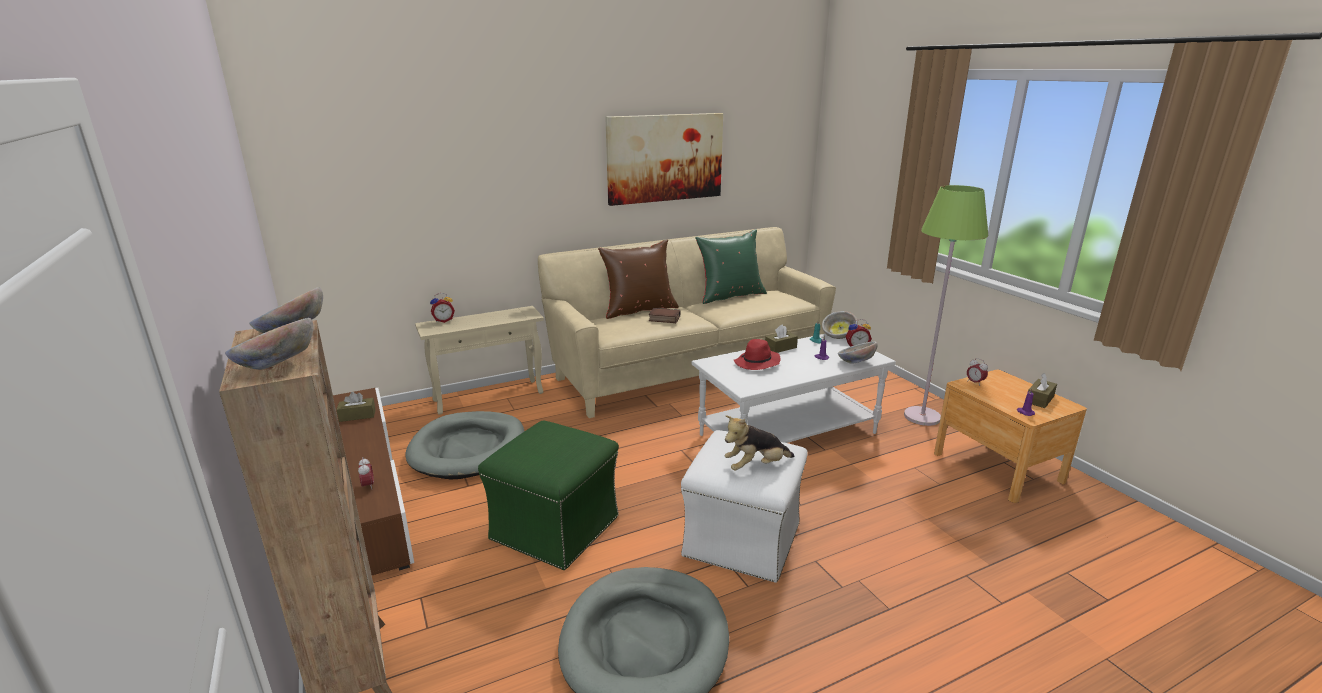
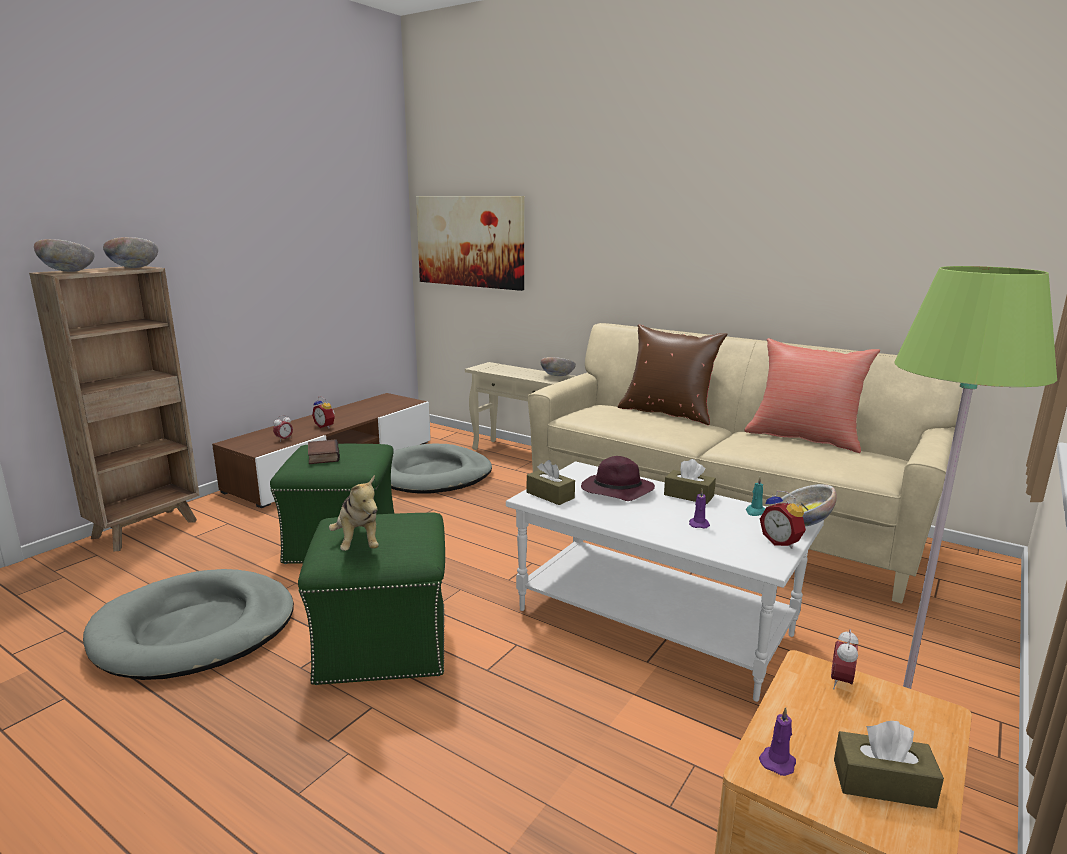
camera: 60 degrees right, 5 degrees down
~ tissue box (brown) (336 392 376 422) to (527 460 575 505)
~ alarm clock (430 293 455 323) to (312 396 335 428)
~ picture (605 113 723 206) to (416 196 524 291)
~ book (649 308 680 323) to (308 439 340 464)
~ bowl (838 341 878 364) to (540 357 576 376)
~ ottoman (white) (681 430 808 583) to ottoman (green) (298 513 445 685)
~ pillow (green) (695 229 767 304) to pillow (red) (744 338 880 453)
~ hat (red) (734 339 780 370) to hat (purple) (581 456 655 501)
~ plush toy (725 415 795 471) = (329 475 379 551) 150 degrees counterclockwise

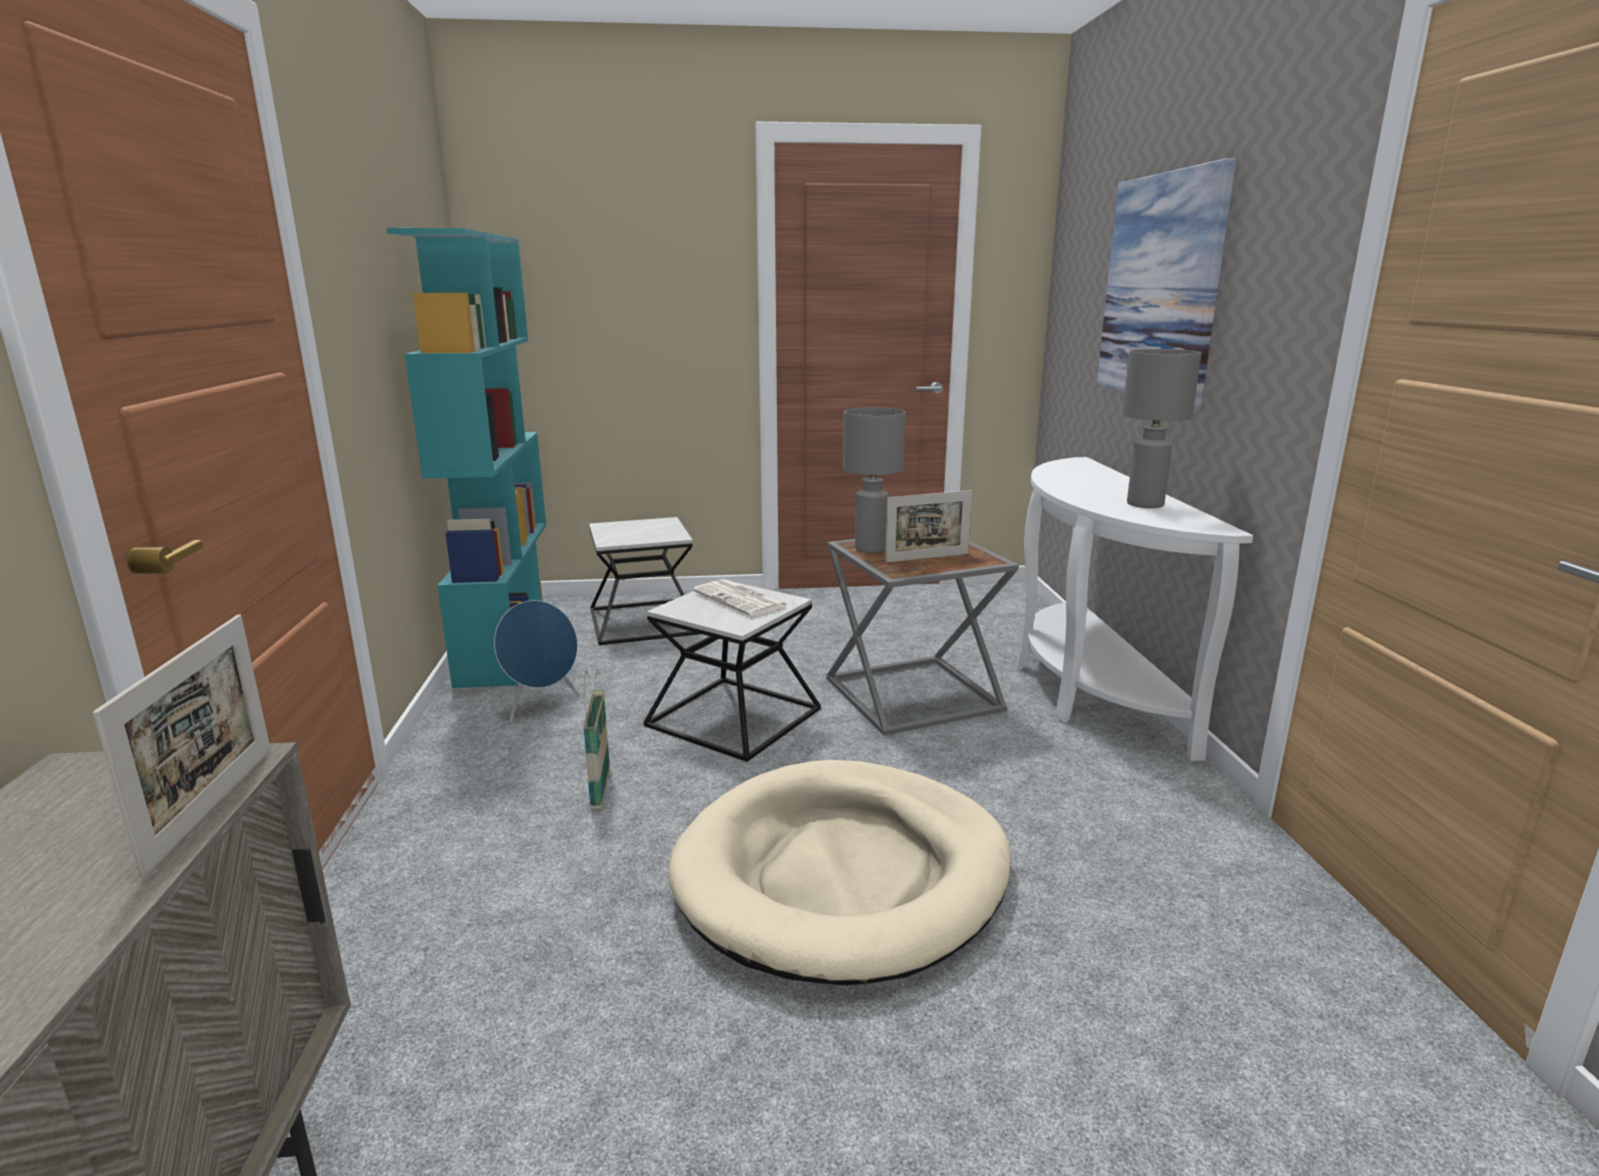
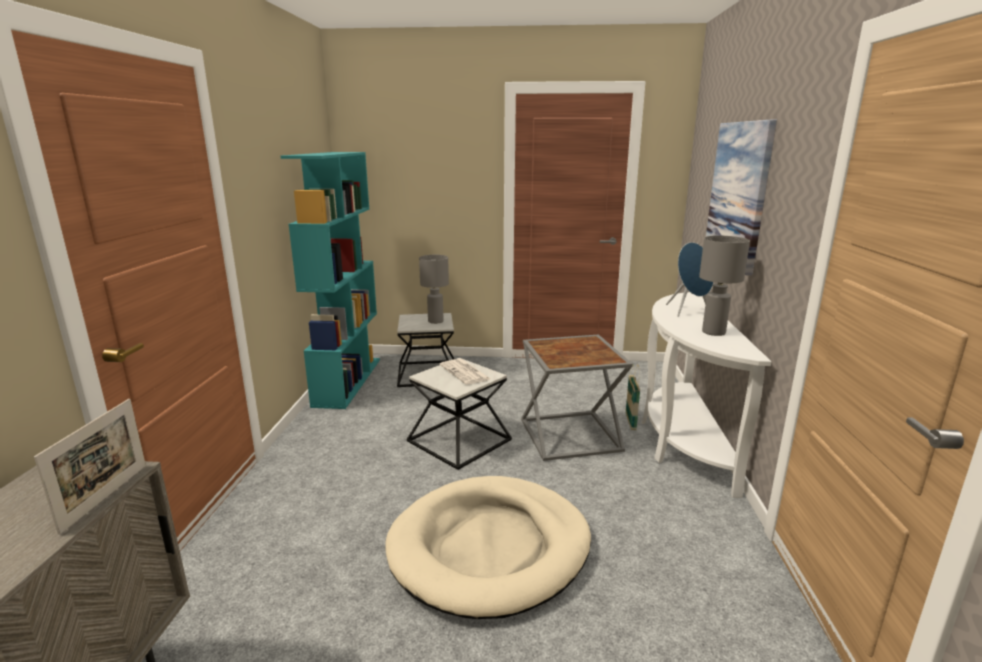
camera: 10 degrees right, 0 degrees up
- picture frame (885 490 972 563)
~ speaker (blue) (494 600 580 722) to (666 242 713 317)
~ basket (583 670 610 811) to (626 364 640 430)
~ table lamp (grey) (843 407 906 553) to (419 255 449 324)

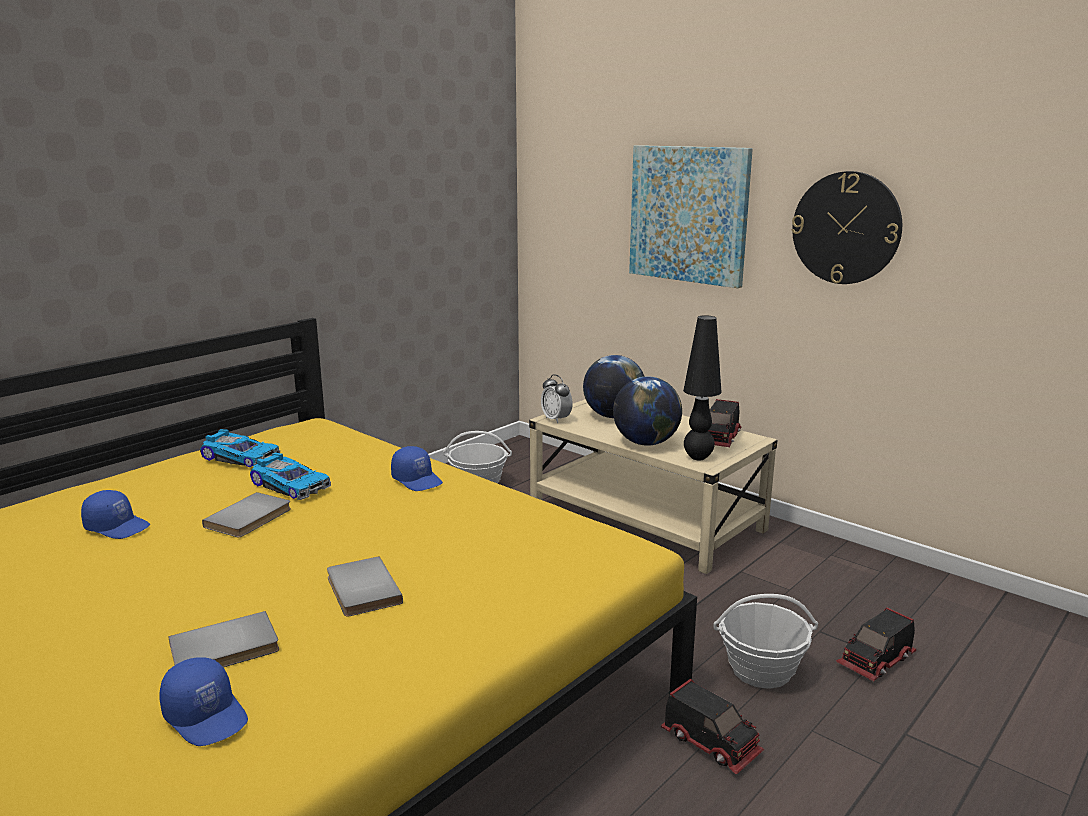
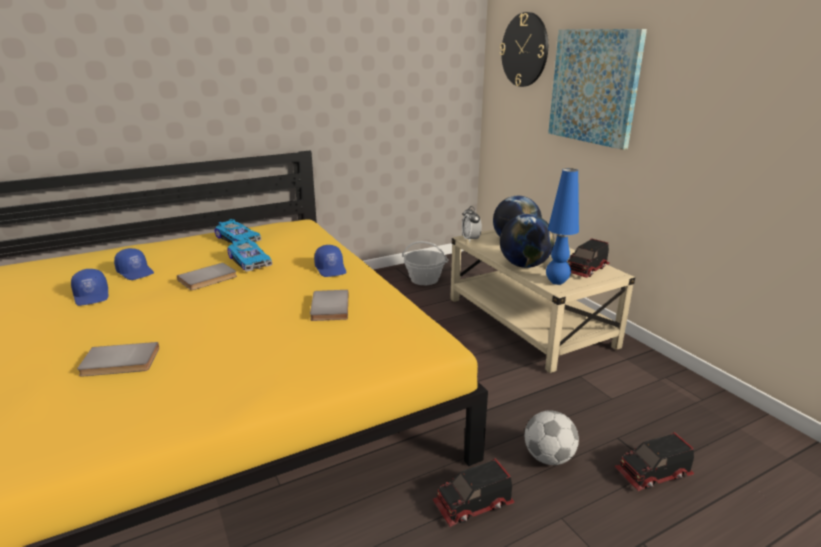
camera: 20 degrees right, 5 degrees up
~ cap (blue) (159 657 248 746) to (71 269 109 306)
~ book (grey) (327 556 403 617) to (310 290 348 321)
~ wall clock (792 171 902 284) to (500 12 548 87)
~ basket (714 594 818 689) to football (525 410 579 465)
~ table lamp (black) (683 315 722 460) to table lamp (blue) (546 168 579 285)
~ toy truck (661 679 764 774) = (433 458 514 527) 90 degrees clockwise

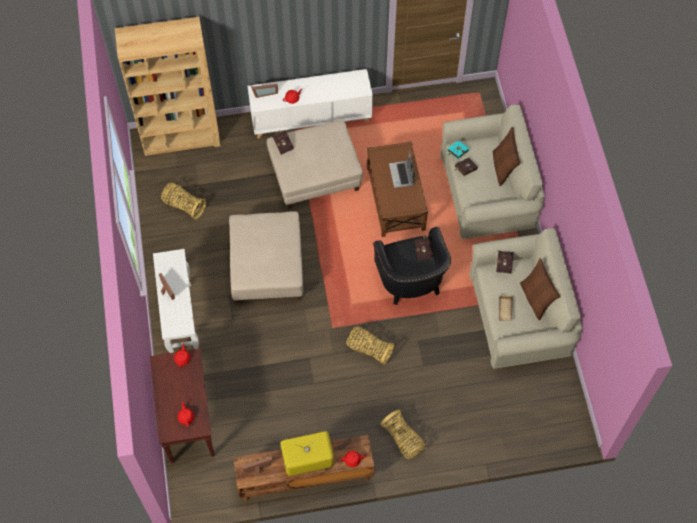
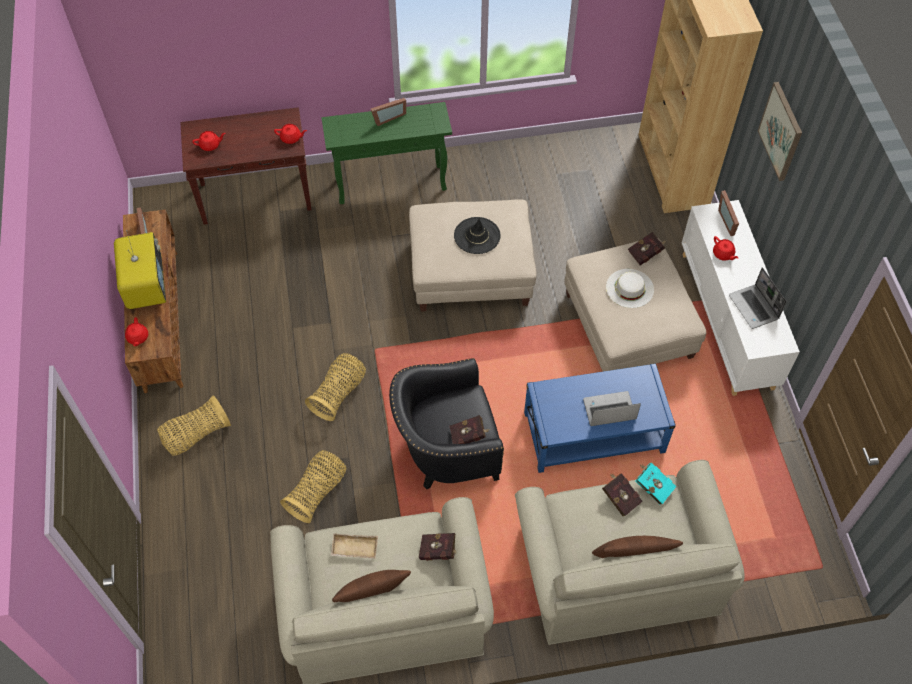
camera: 90 degrees right, 5 degrees down
+ hat (black) (454 217 500 254)
+ hat (white) (606 269 654 308)
+ laptop (729 267 786 329)
+ picture (758 82 802 181)
~ basket (161 183 206 220) to (280 450 346 523)
~ console table (white) (153 249 199 353) to console table (green) (321 102 452 204)
~ coffee table (brown) (367 142 428 237) to coffee table (blue) (524 363 676 473)

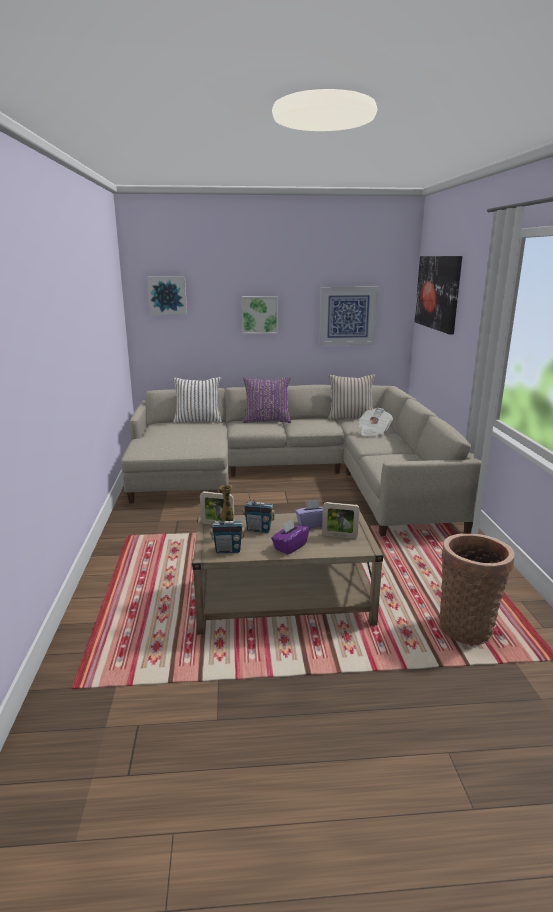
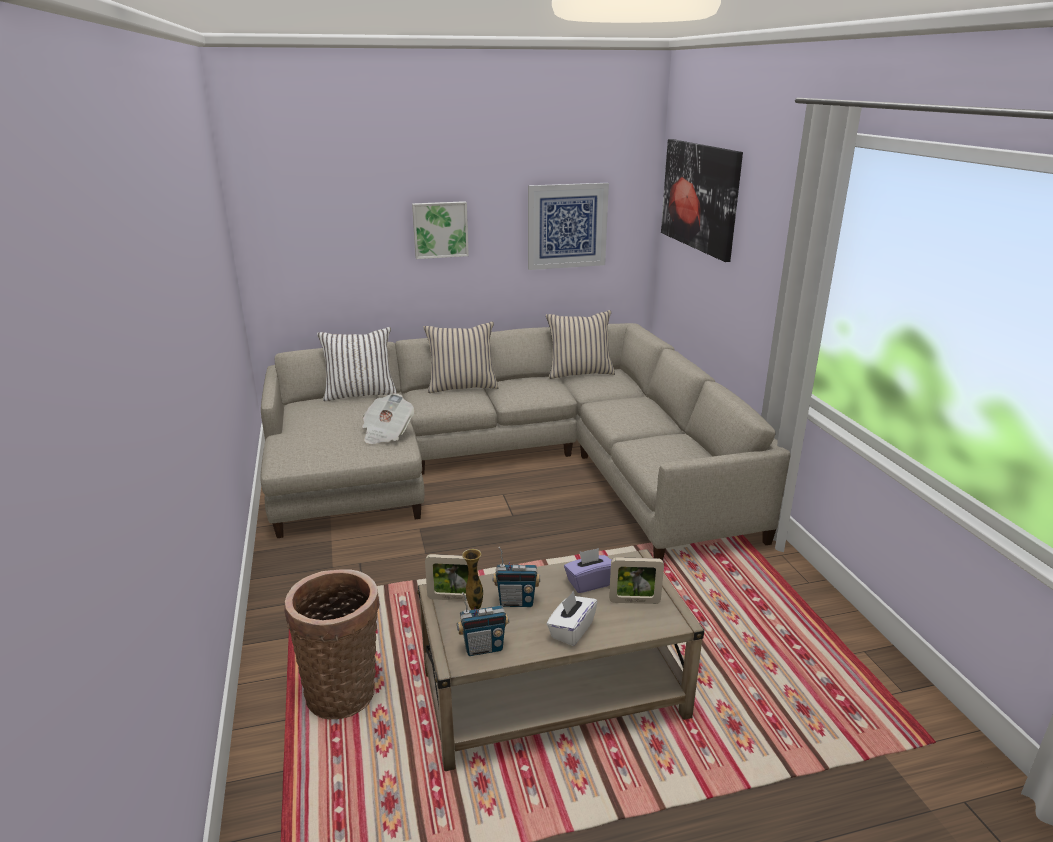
camera: 10 degrees left, 5 degrees up
- picture (147 276 187 315)
~ newspaper (359 408 393 436) to (362 394 415 444)
~ basket (439 534 515 645) to (284 569 380 719)
~ pillow (purple) (243 377 291 423) to pillow (beige) (423 322 498 393)
~ tissue box (purple) (271 519 309 554) to tissue box (white) (547 591 597 646)

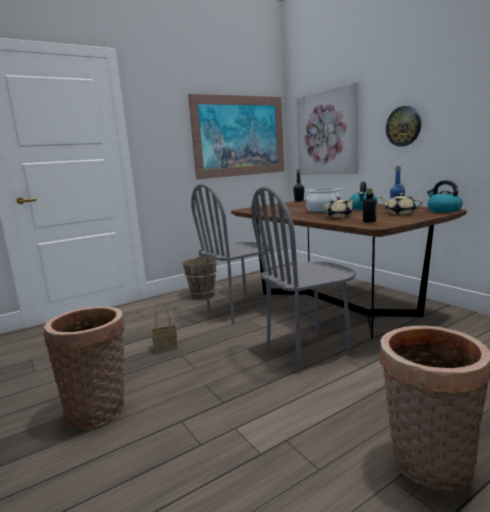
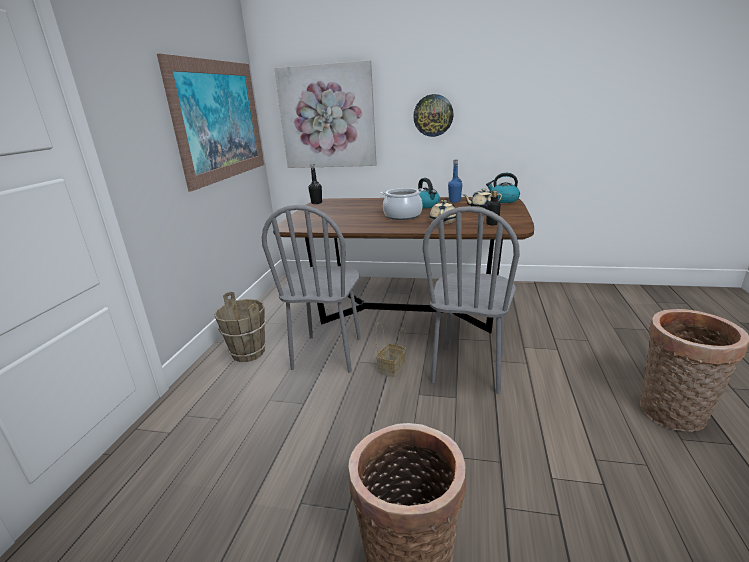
camera: 45 degrees left, 10 degrees up
~ basket (151 301 178 353) to (376 322 406 377)

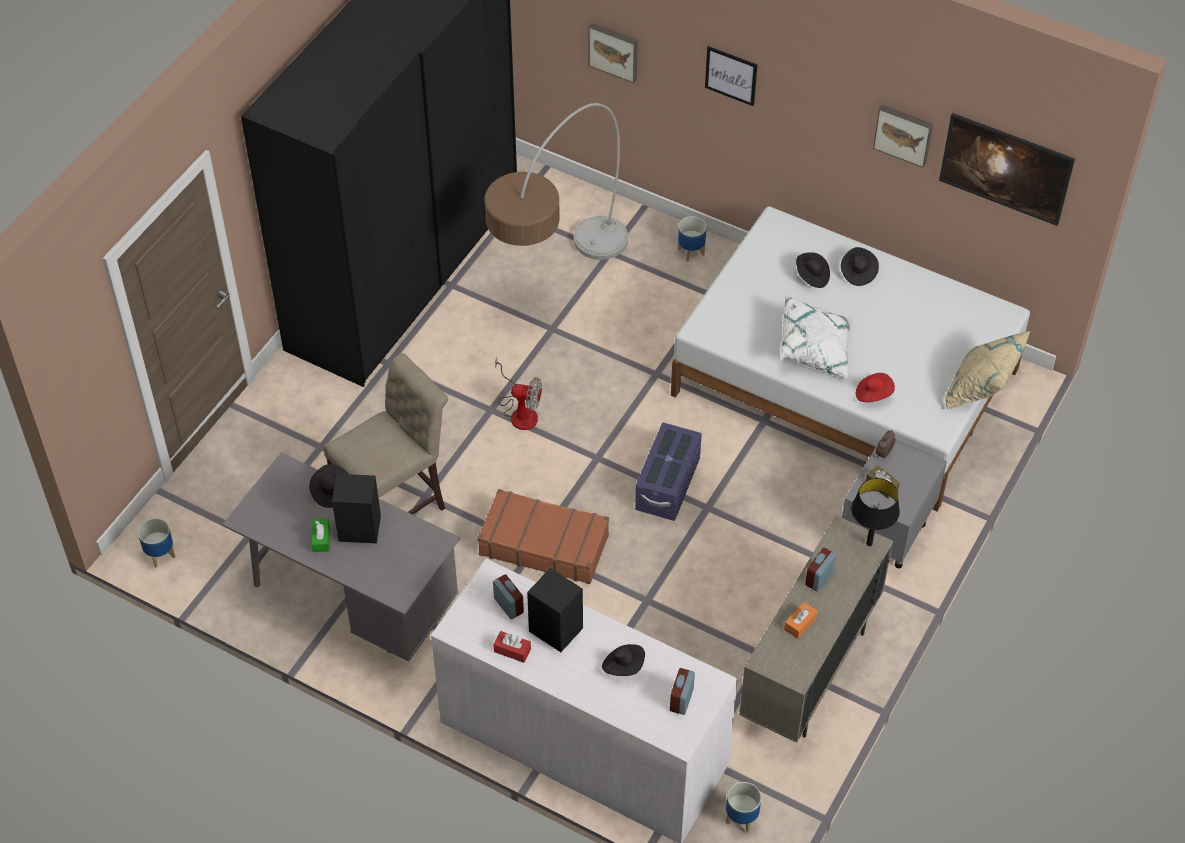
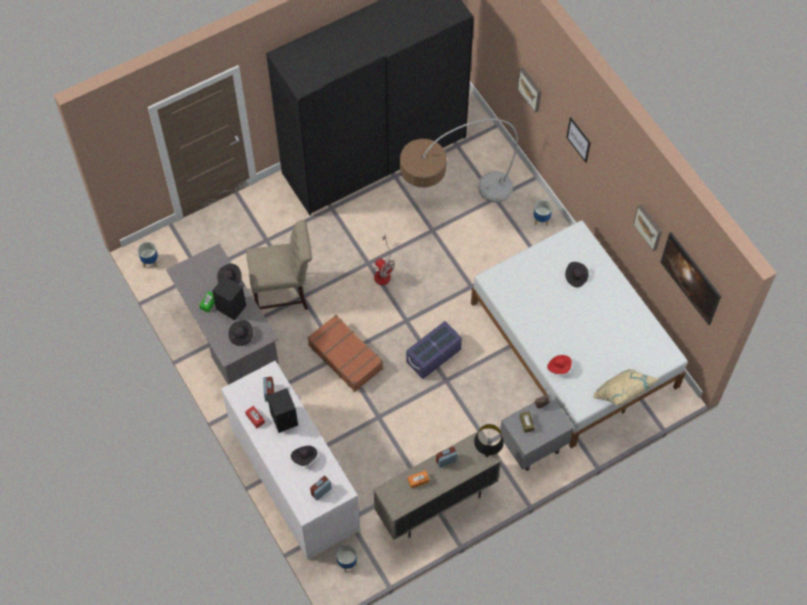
camera: 30 degrees right, 10 degrees up
- pillow (white) (780 294 853 381)
~ hat (black) (841 247 879 286) to (229 320 253 346)

